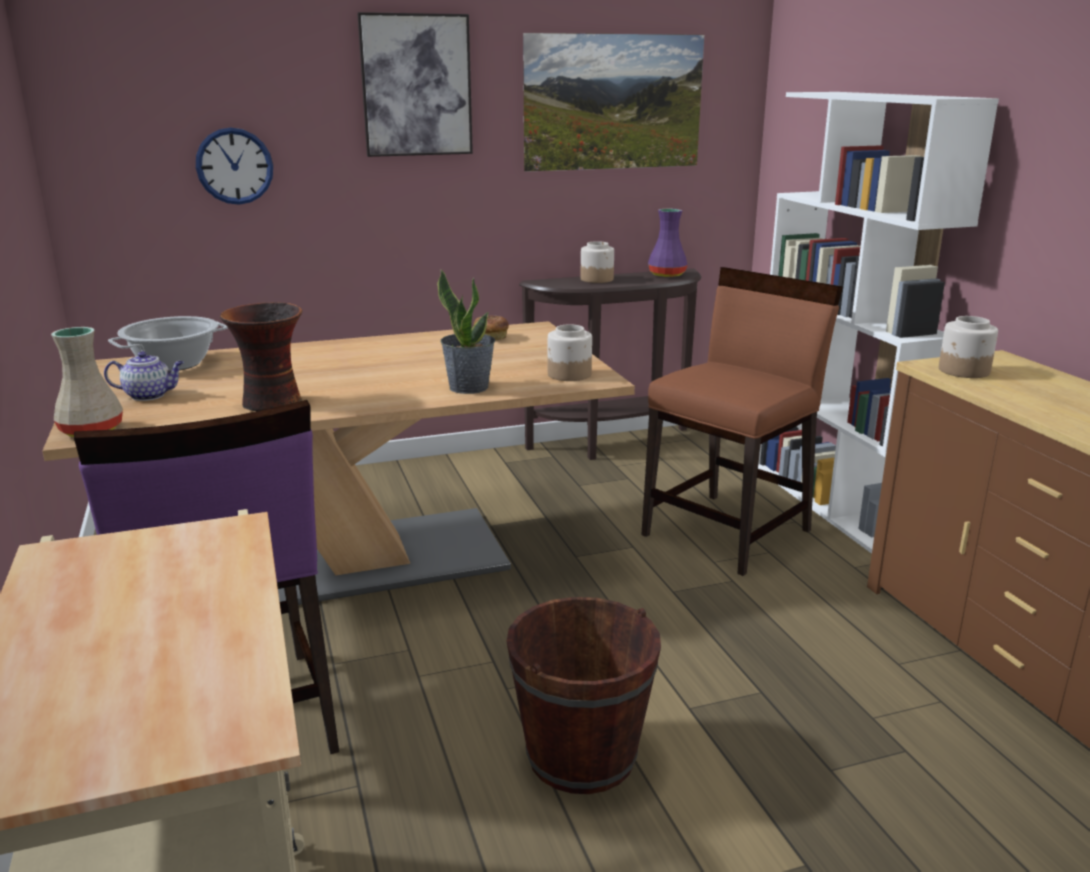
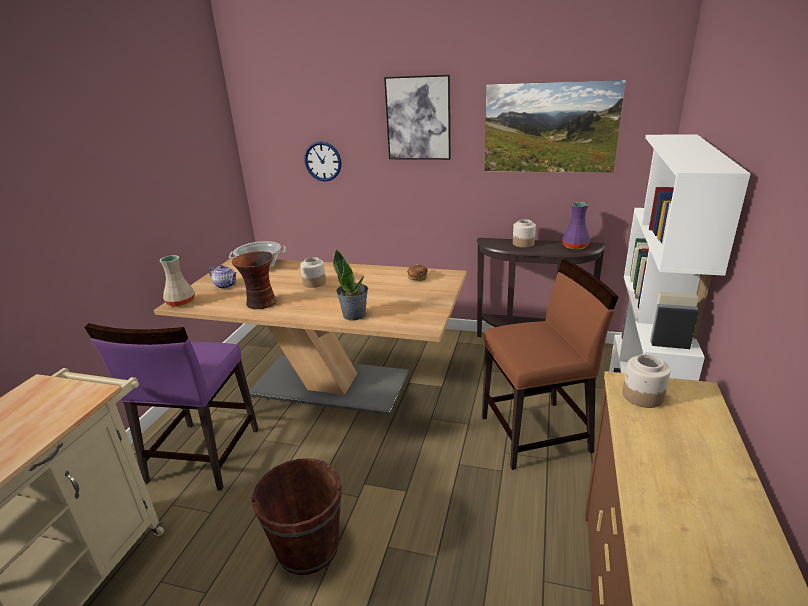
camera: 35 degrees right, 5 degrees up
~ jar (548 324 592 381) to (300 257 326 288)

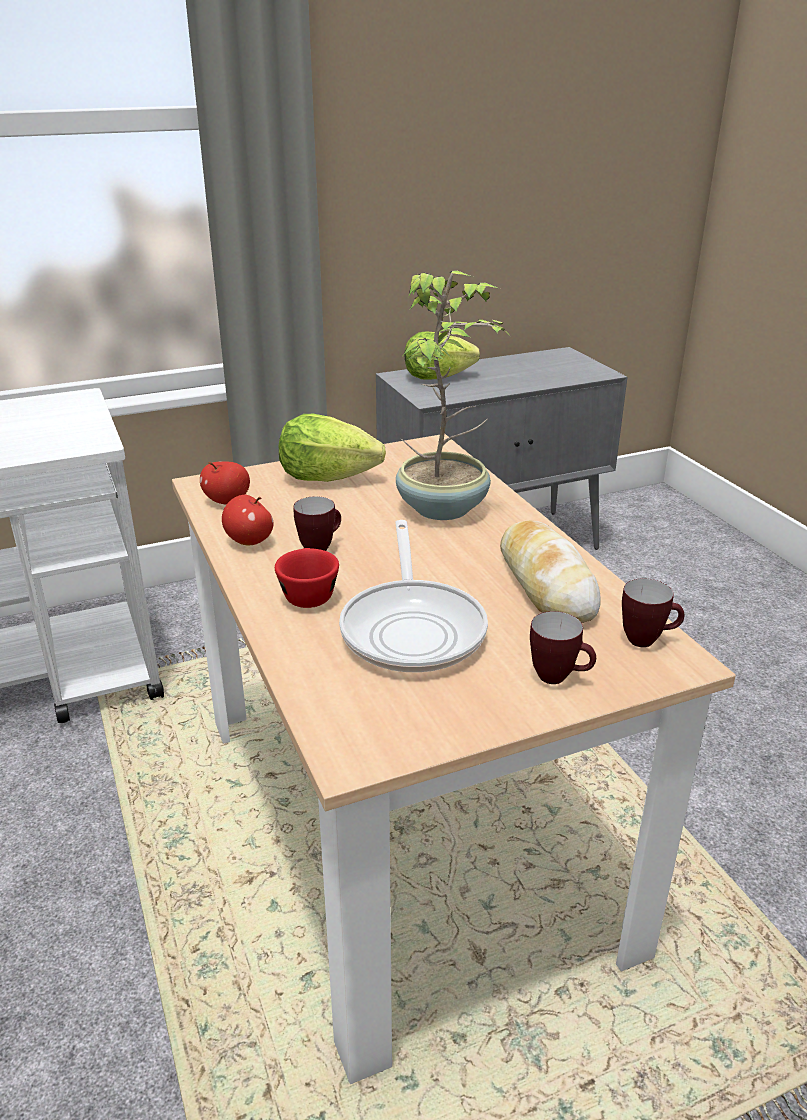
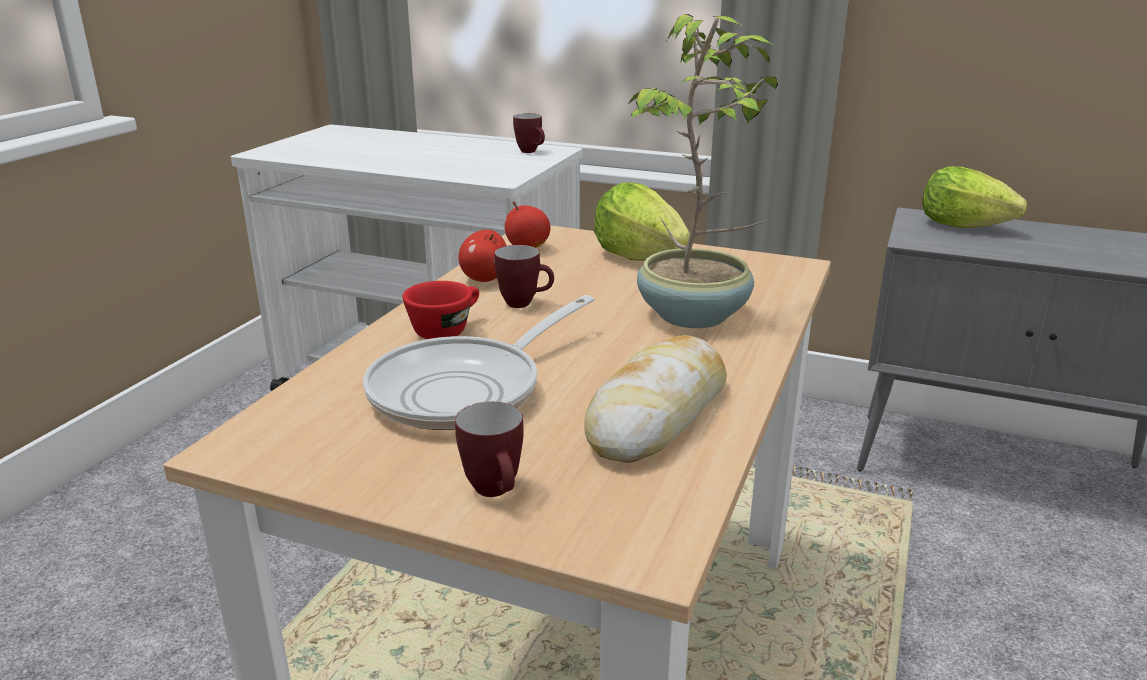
camera: 45 degrees right, 5 degrees down
~ mug (622 578 685 647) to (513 113 545 153)

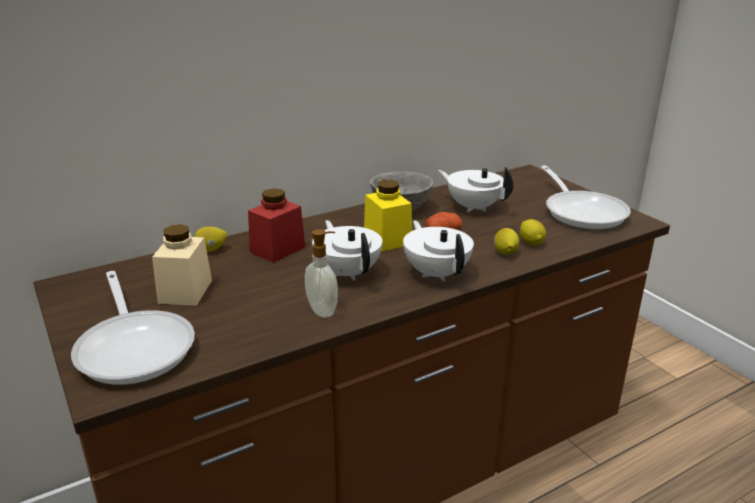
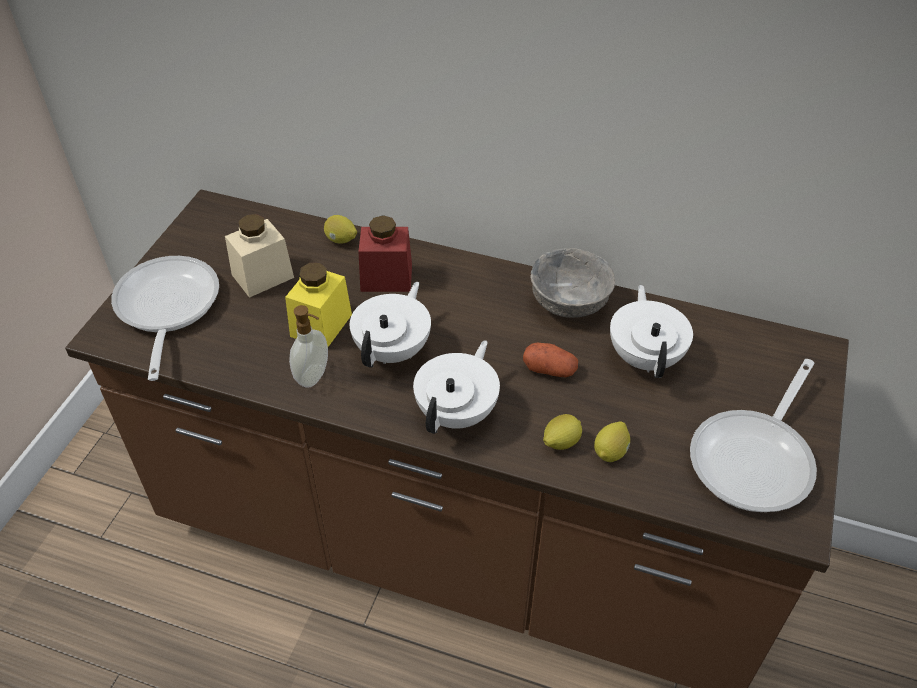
camera: 50 degrees right, 20 degrees up
~ jar (yellow) (364 180 412 251) to (285 263 352 347)
~ frying pan (71 271 195 385) = (111 256 219 381) 150 degrees clockwise

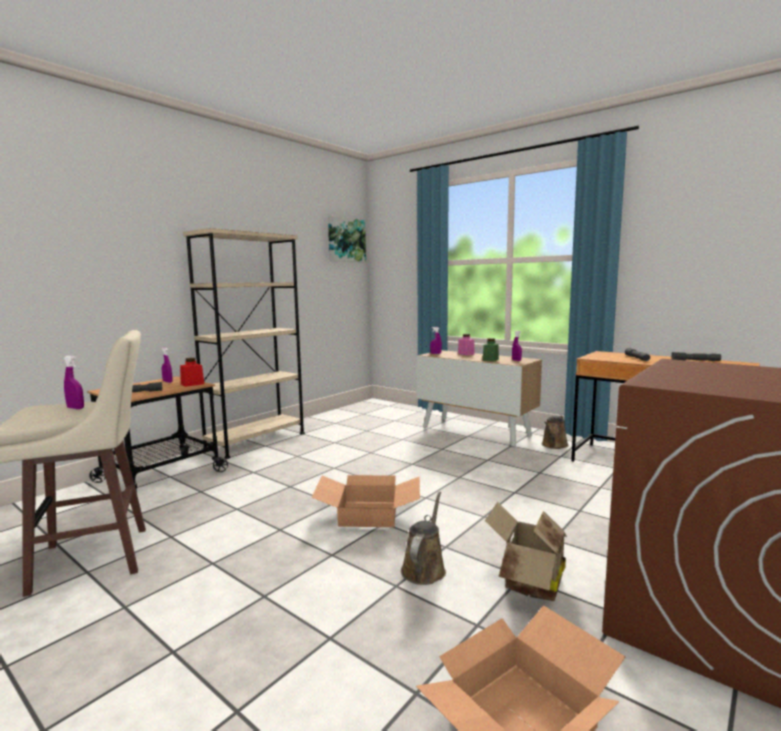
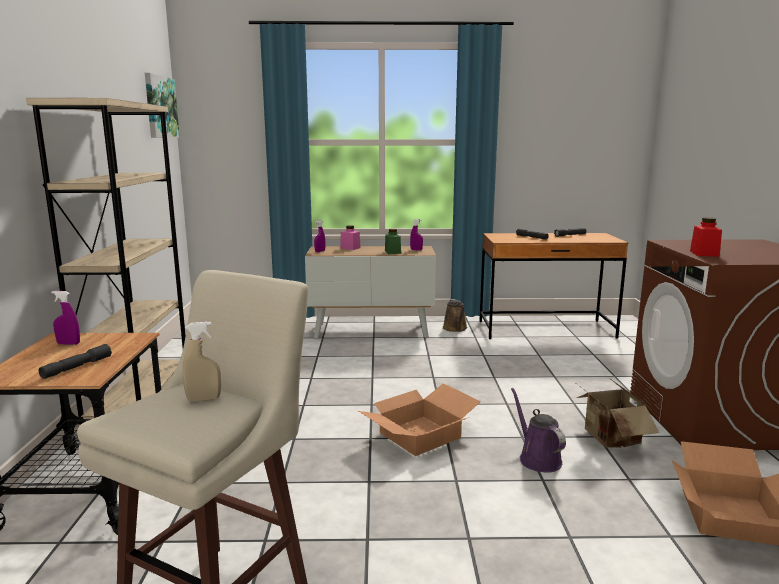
camera: 40 degrees left, 5 degrees up
~ jar (red) (180 358 204 387) to (690 217 722 257)
~ spray bottle (purple) (64 356 84 409) to spray bottle (beige) (182 321 221 402)
~ watering can (brown) (401 492 446 585) to watering can (purple) (511 388 566 473)

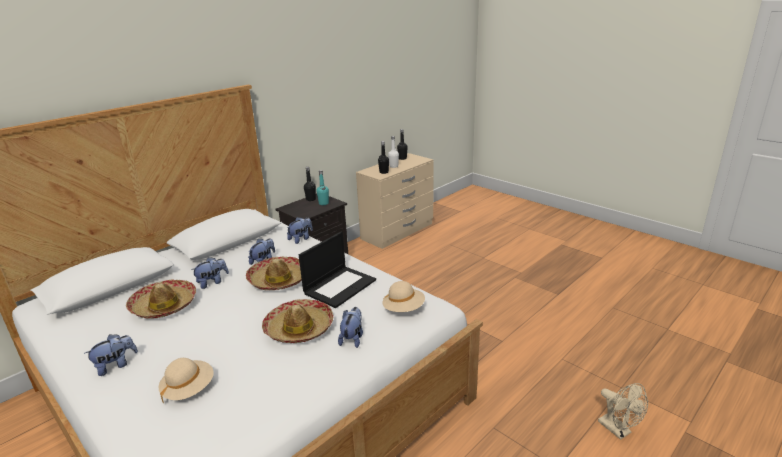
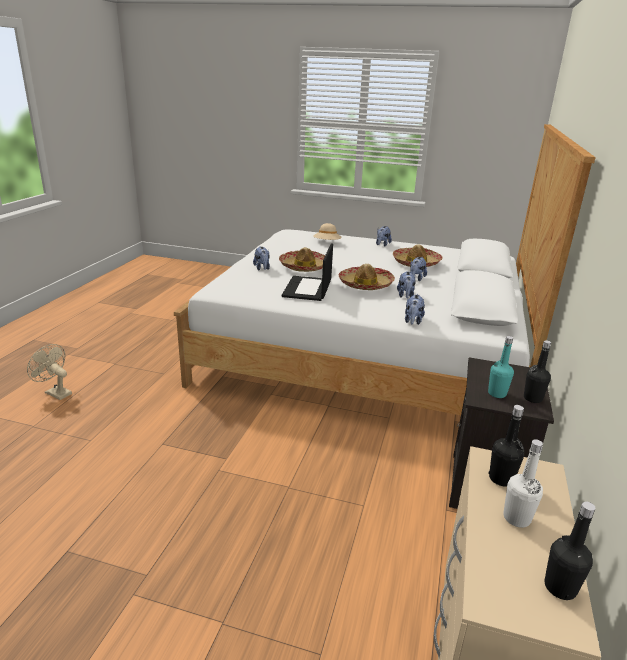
camera: 150 degrees right, 0 degrees up
- hat (beige) (383 281 425 312)

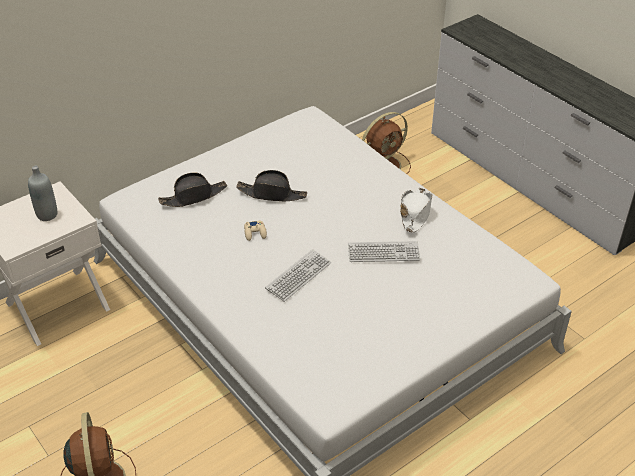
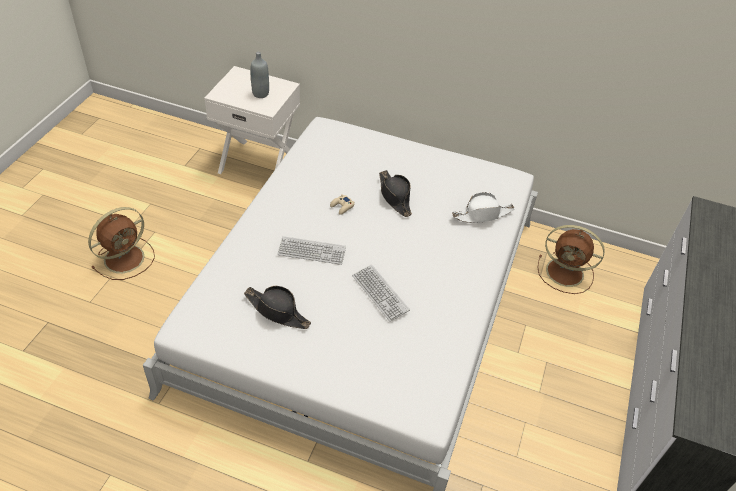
camera: 55 degrees right, 5 degrees up
~ hat (black) (158 172 227 207) to (244 286 311 329)
~ hat (white) (400 187 432 233) to (452 192 514 223)

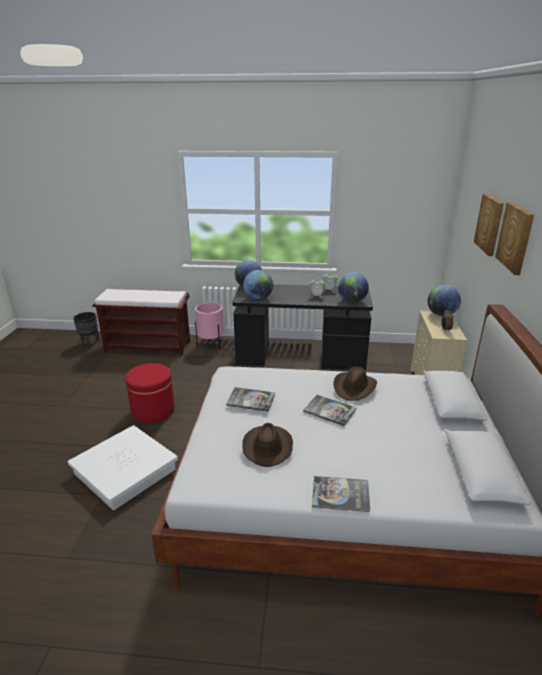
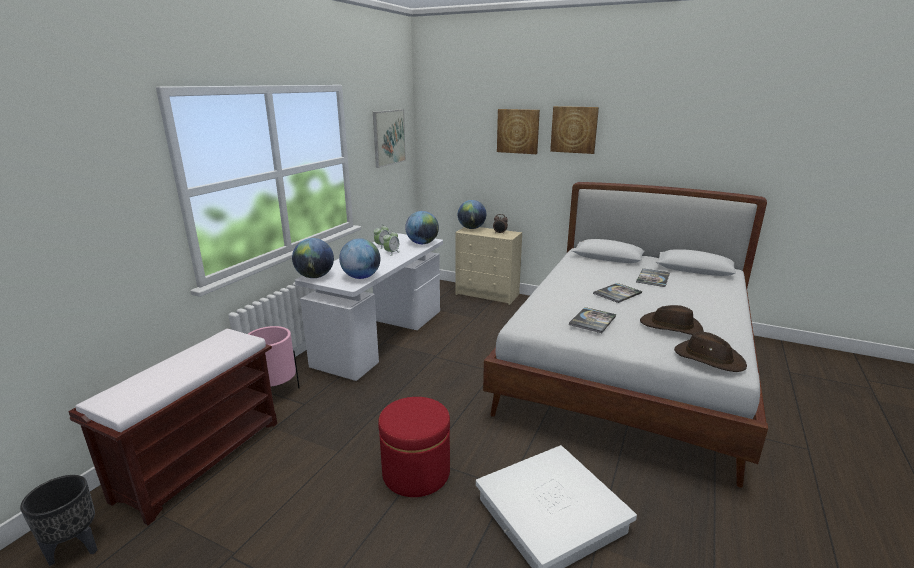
camera: 70 degrees left, 5 degrees down
+ picture (373 109 406 168)
~ book (312 476 370 512) to (636 268 670 287)
~ hat (brown) (333 367 377 401) to (674 332 747 372)
~ desk (black) (232 284 373 370) to desk (white) (295 233 443 381)

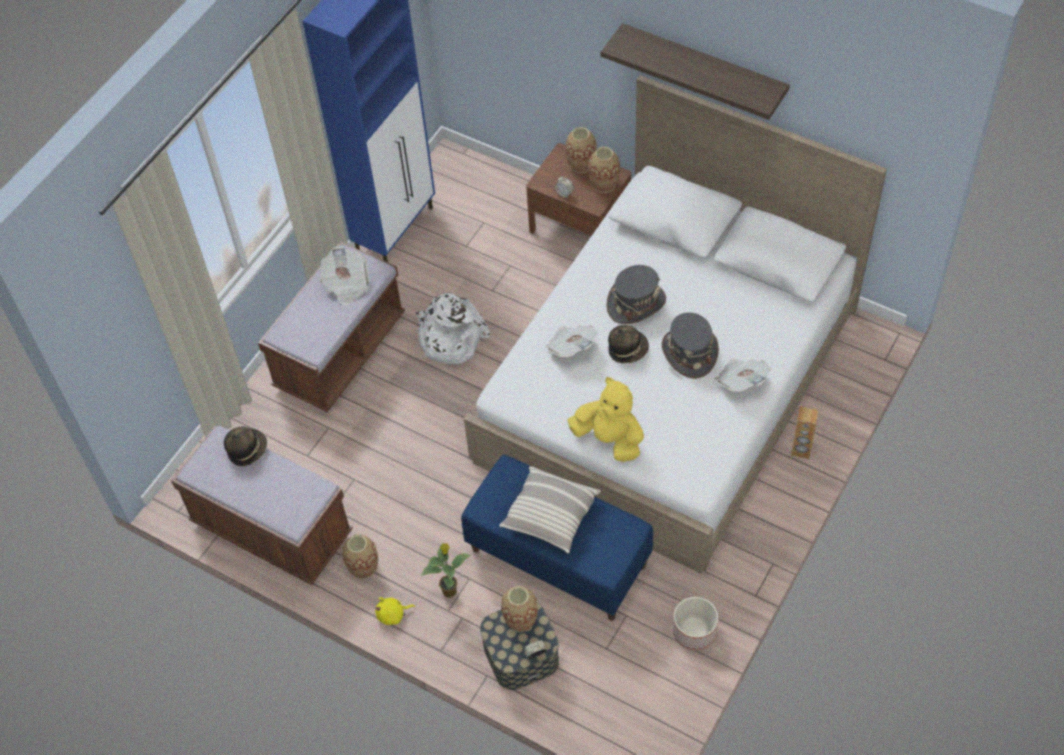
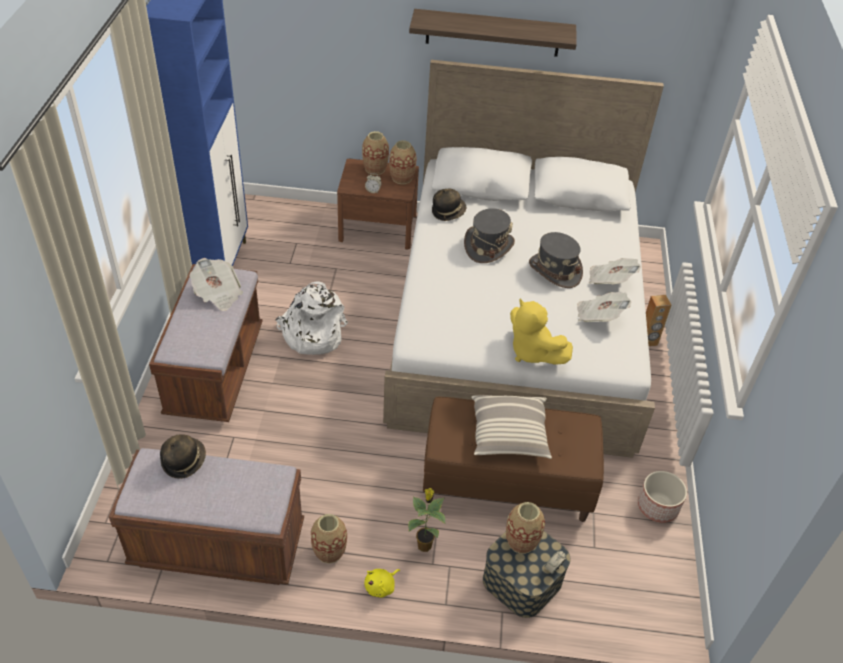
camera: 30 degrees left, 10 degrees down
~ newspaper (545 325 598 357) to (577 292 631 322)
~ hat (608 325 649 363) to (432 189 466 221)
~ bench (blue) (461 455 653 621) to bench (brown) (423 397 604 522)
~ plush toy (yellow) (567 377 644 462) = (510 298 573 365) 135 degrees counterclockwise

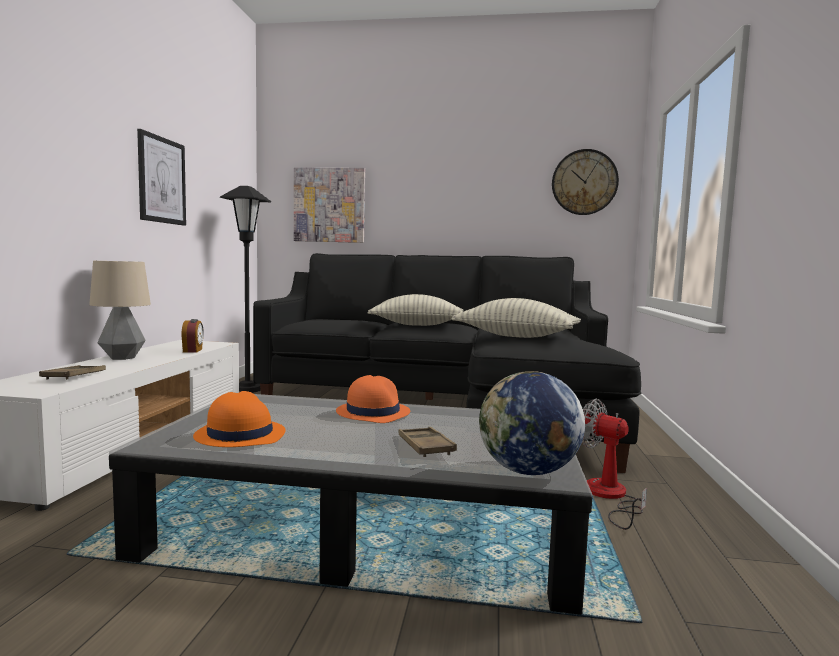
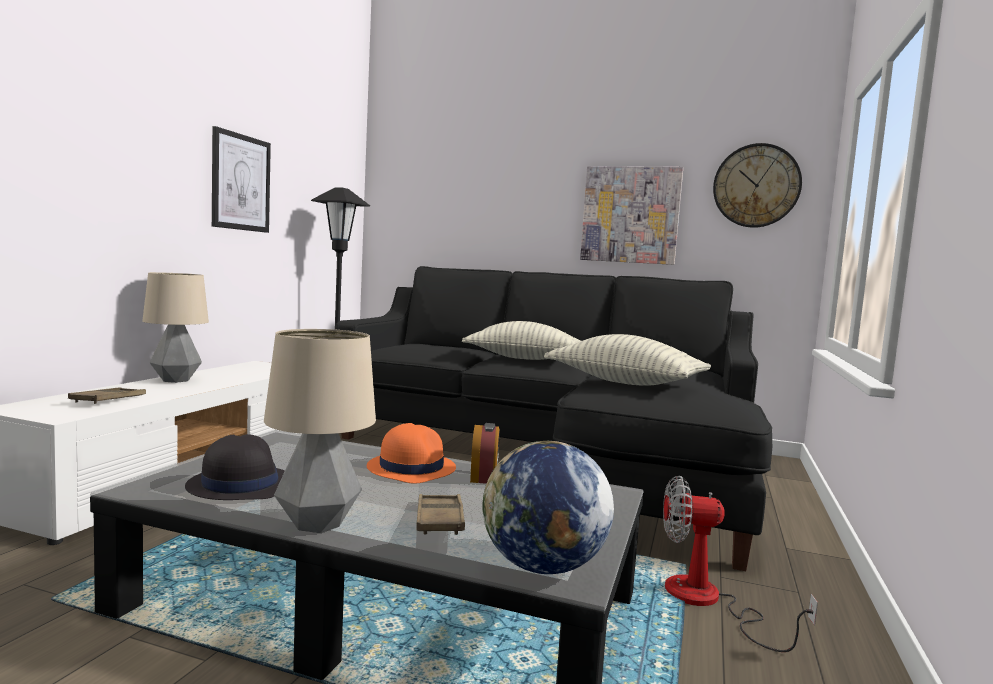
camera: 10 degrees right, 0 degrees up
+ table lamp (264 329 376 533)
~ alarm clock (181 319 204 353) to (470 423 500 484)
~ picture (294 167 365 243) to (580 166 683 265)
~ hat (orange) (193 391 286 447) to hat (black) (185 434 285 500)
~ fan (582 399 647 530) = (663 476 818 652) 45 degrees counterclockwise

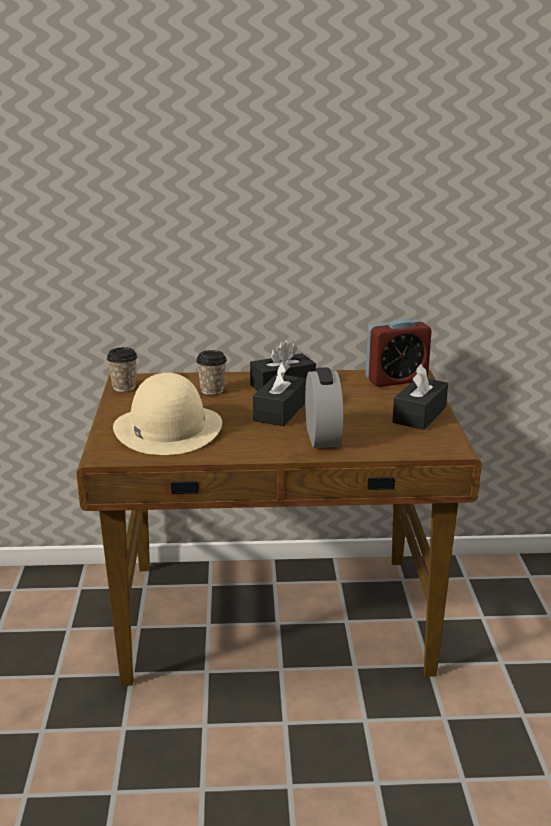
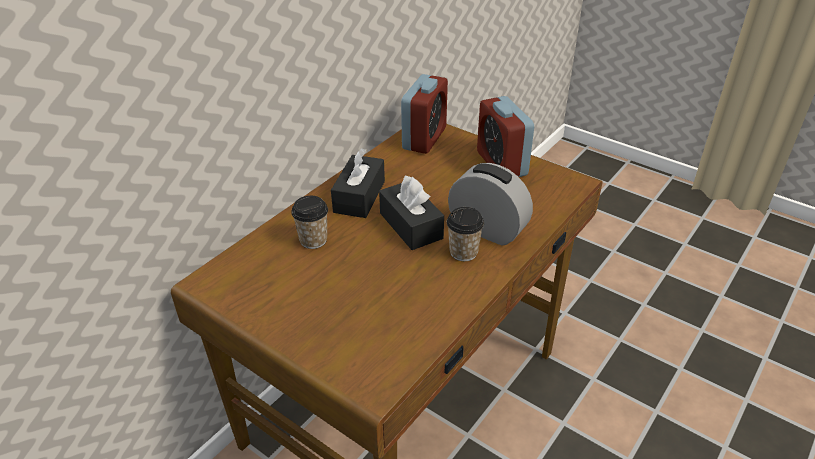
camera: 50 degrees left, 15 degrees up
- hat (beige) (113 373 222 455)
~ cup (107 347 137 392) to (447 207 484 261)
~ tissue box (black) (393 364 448 430) to alarm clock (477 96 534 177)

